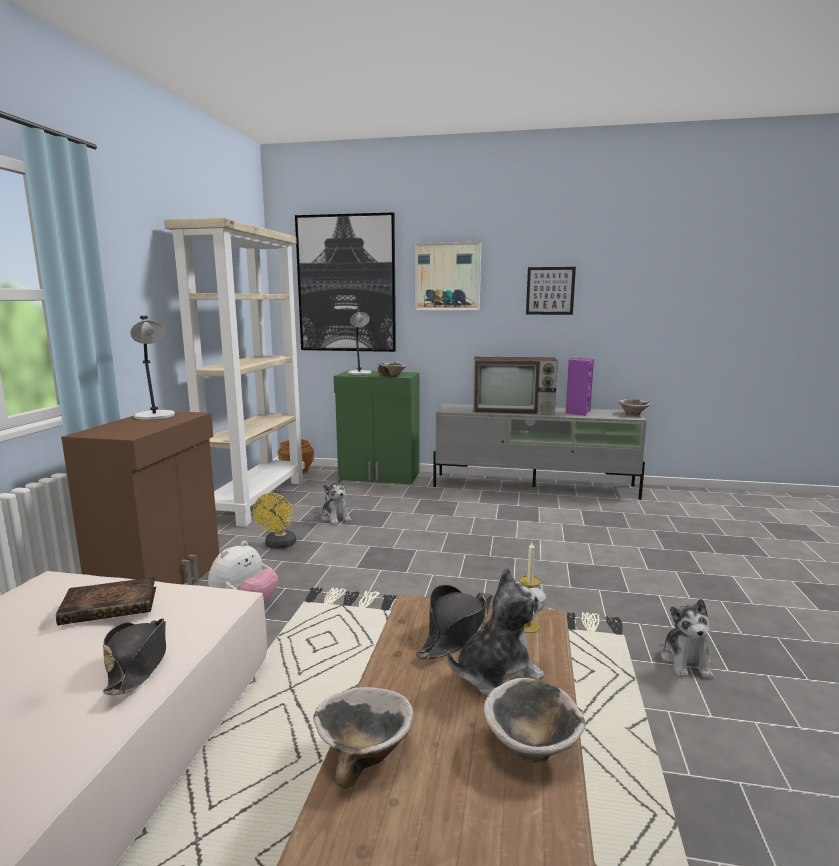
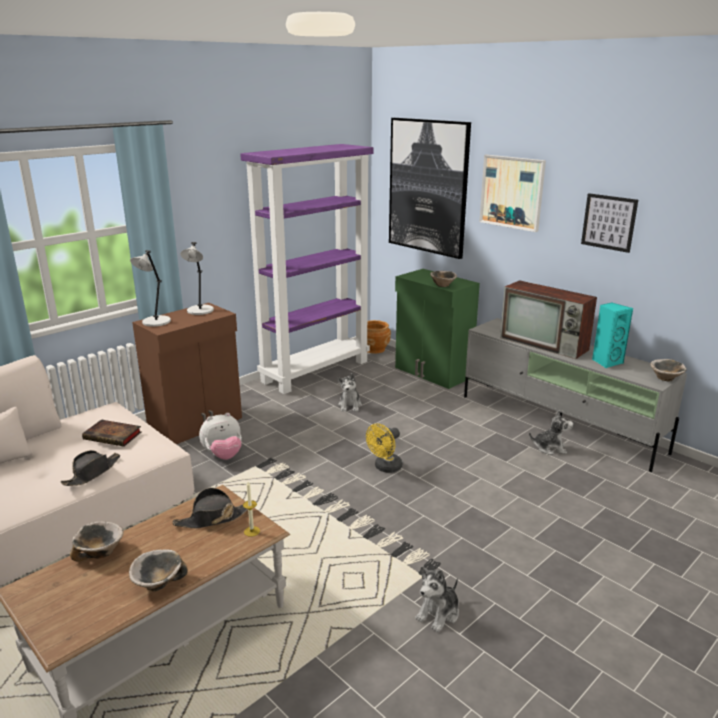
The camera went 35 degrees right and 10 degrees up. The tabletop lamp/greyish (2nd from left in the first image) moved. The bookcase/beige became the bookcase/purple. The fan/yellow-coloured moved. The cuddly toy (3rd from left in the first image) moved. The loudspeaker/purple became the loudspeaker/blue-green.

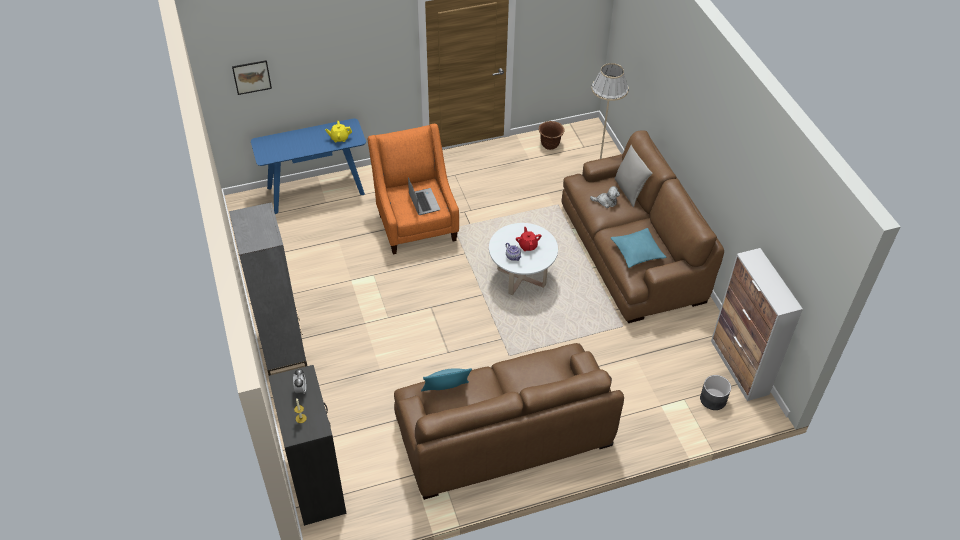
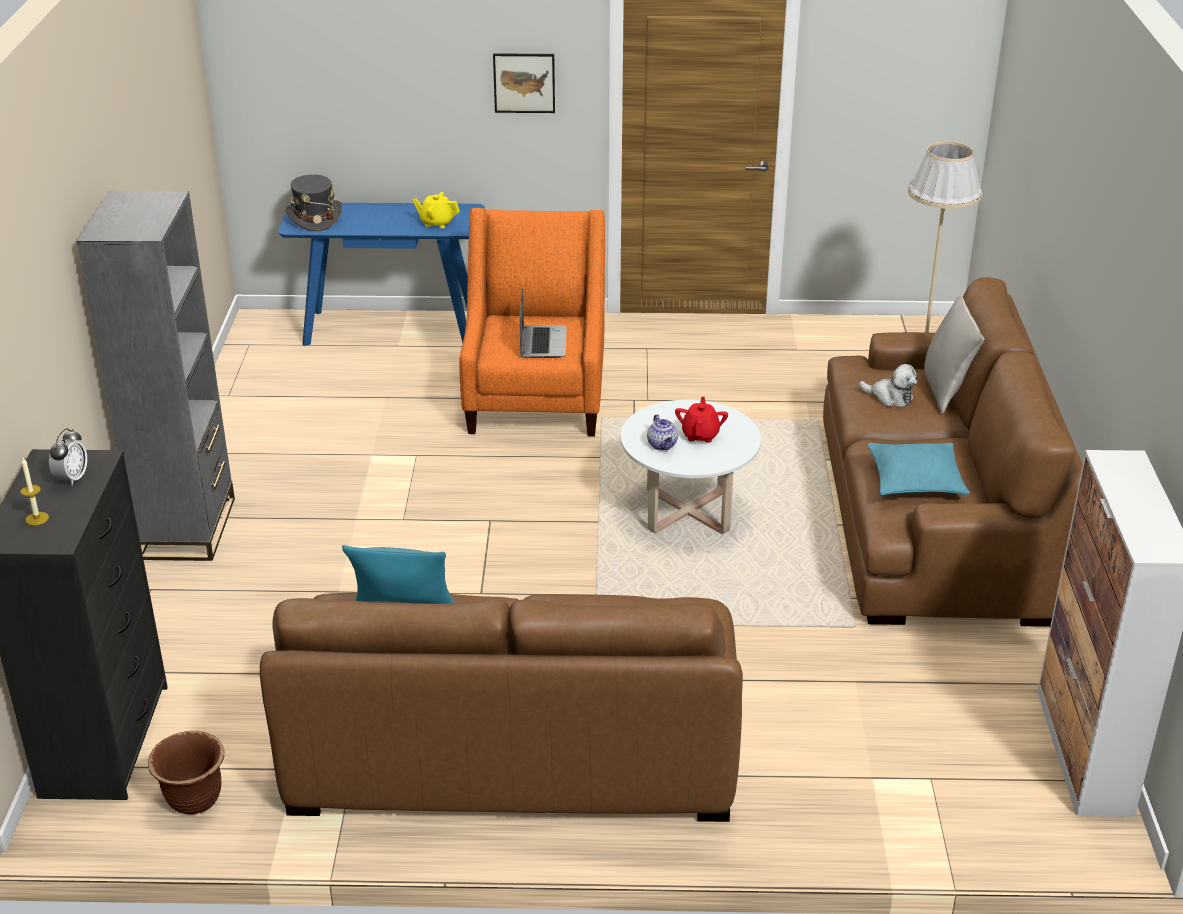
The camera went 20 degrees right and 15 degrees down. The planter/brown moved. The clothing hat/greyish appeared. The wall art moved. The planter/greyish disappeared.

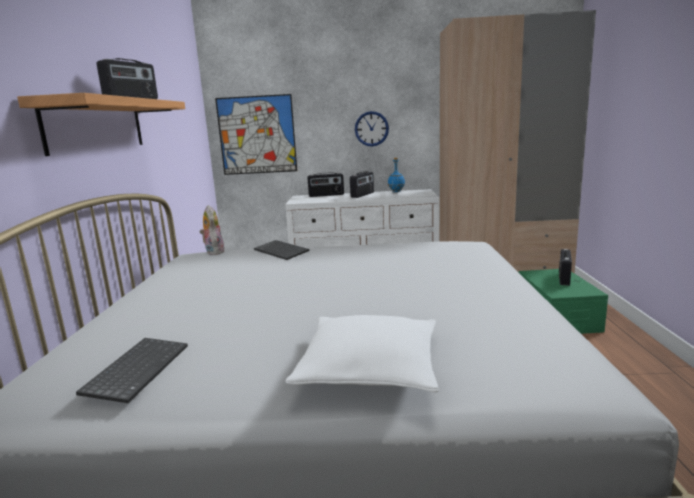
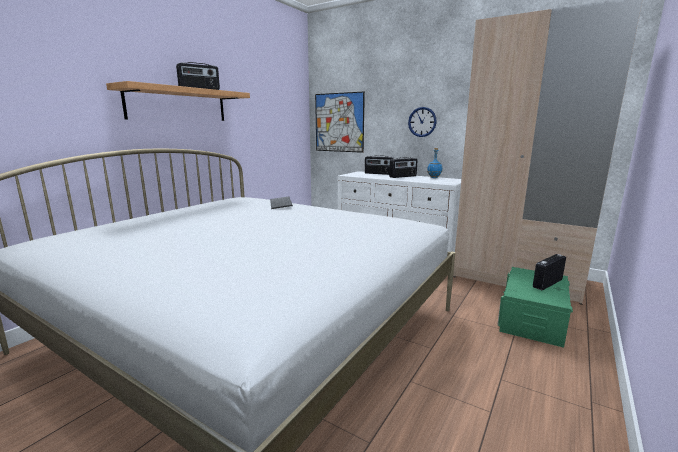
The camera went 30 degrees right and 0 degrees up. The keyboard (1st from left) disappeared. The cuddly toy disappeared. The throw pillow/whitish disappeared.

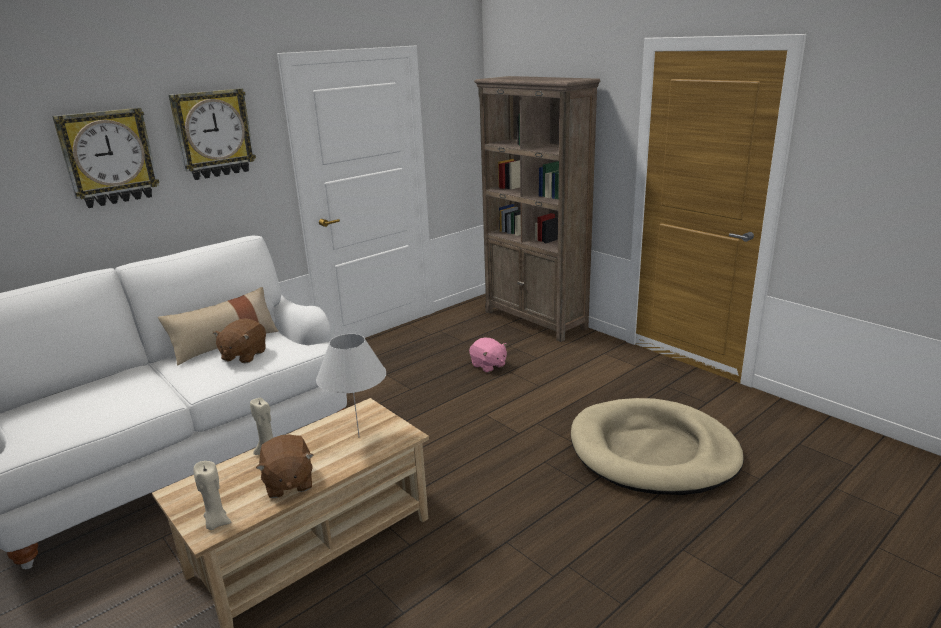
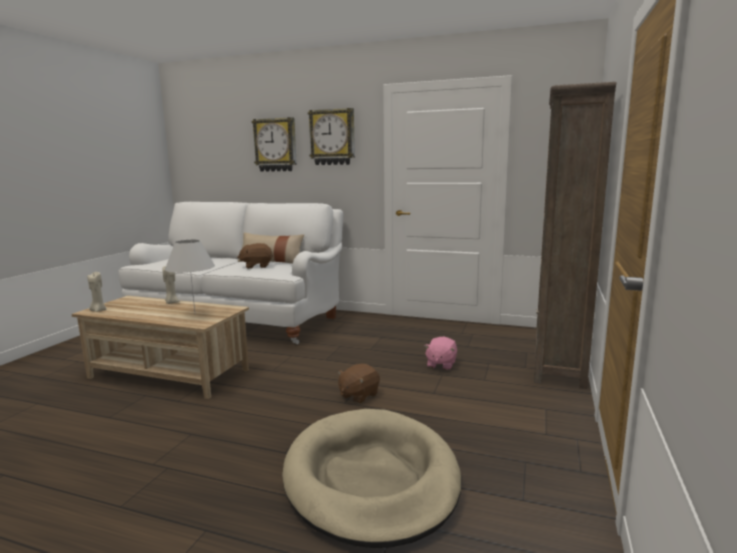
The camera went 60 degrees right and 10 degrees down. The cuddly toy/brown (2nd from left) moved.

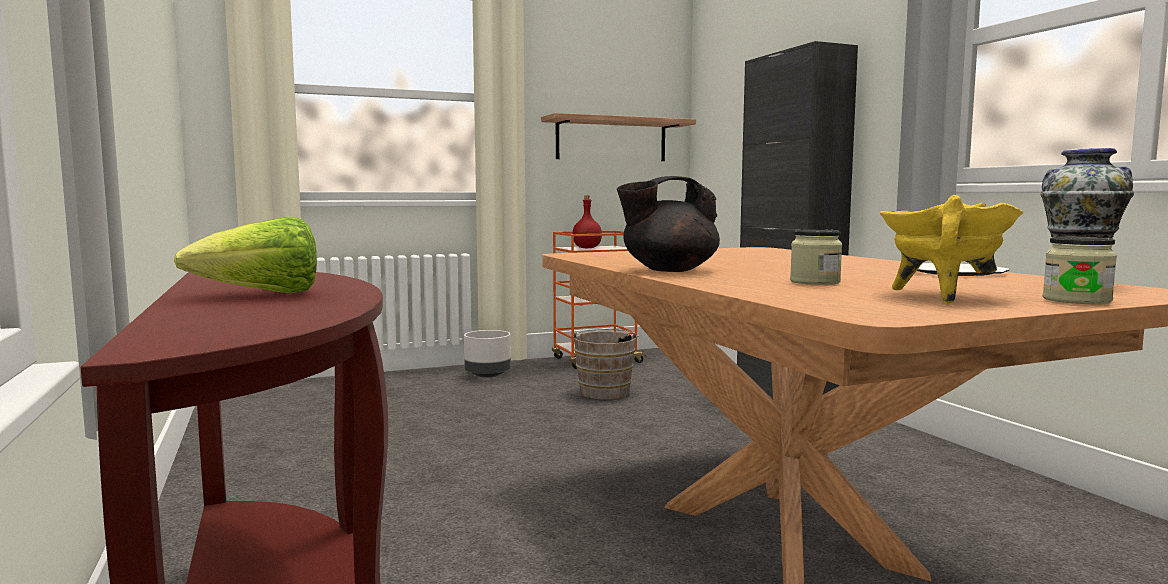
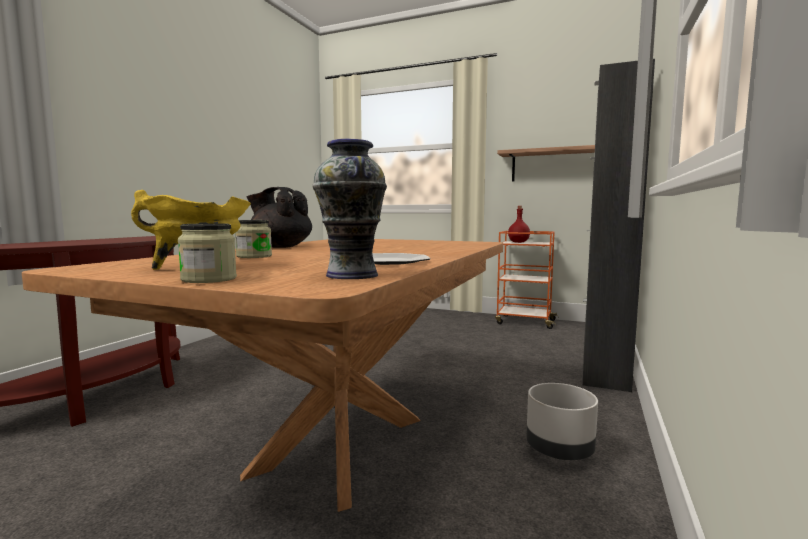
The camera went 45 degrees right and 0 degrees up. The planter/greyish moved. The lettuce disappeared. The pail/brown disappeared.

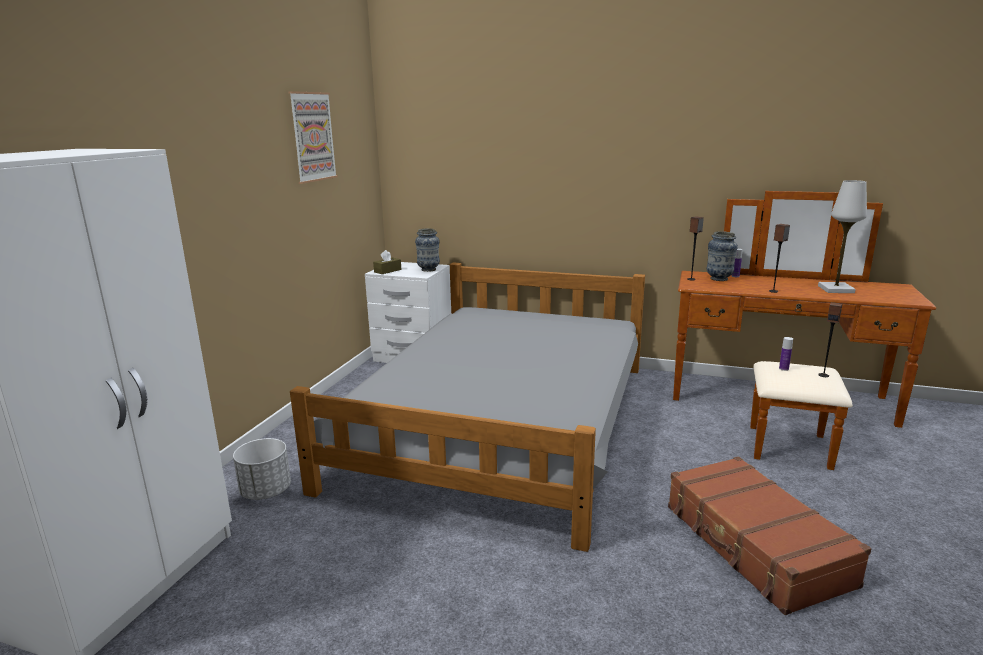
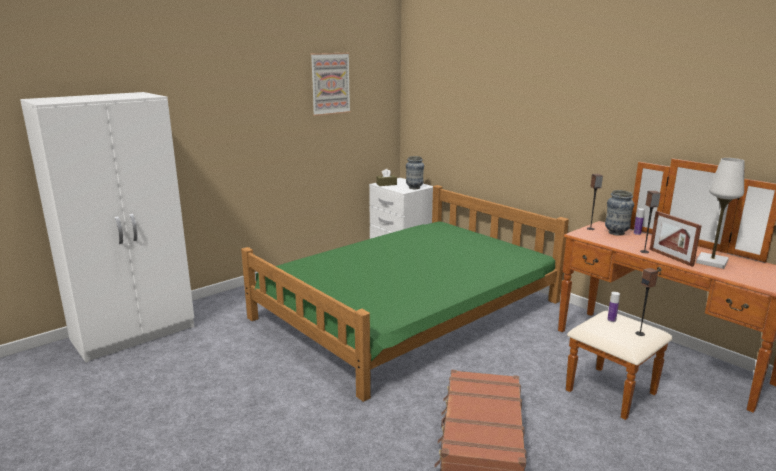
The camera went 30 degrees right and 0 degrees up. The bedroom bed/greyish became the bedroom bed/green. The picture frame appeared. The planter/whitish disappeared.

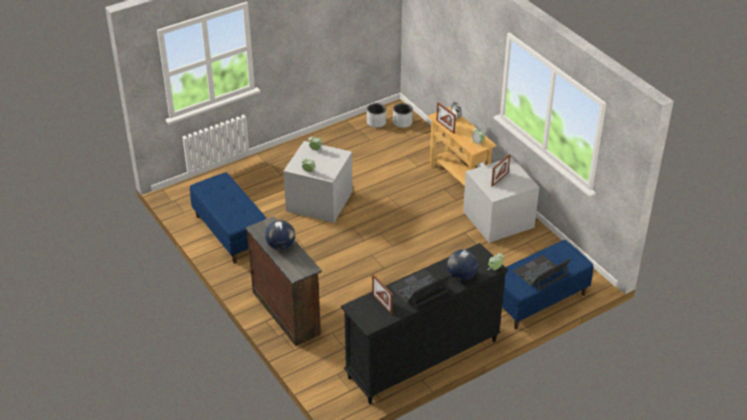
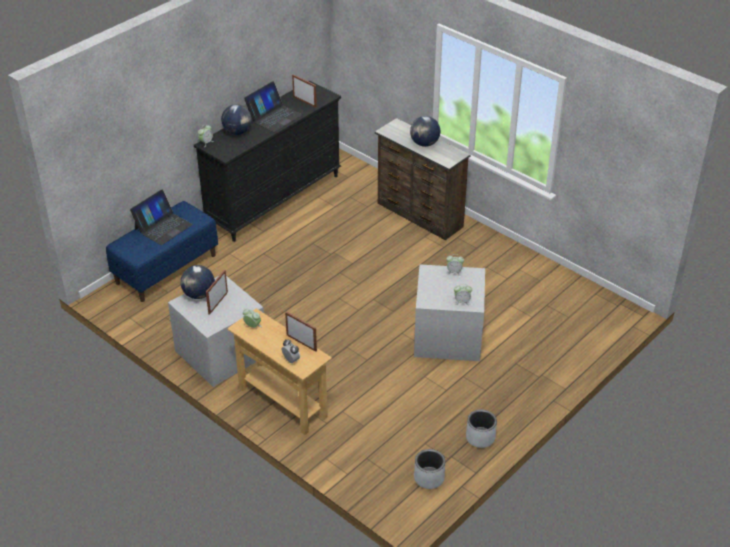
The camera went 165 degrees right and 0 degrees up. The world globe (1st from left) appeared. The planter/greyish (2nd from left) moved. The indoor bench/bluish (1st from left) disappeared.

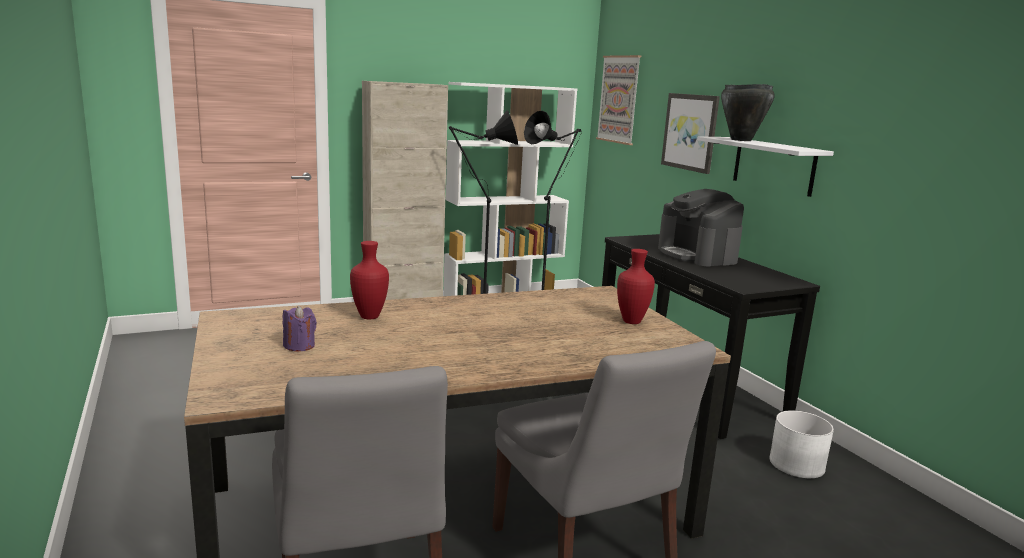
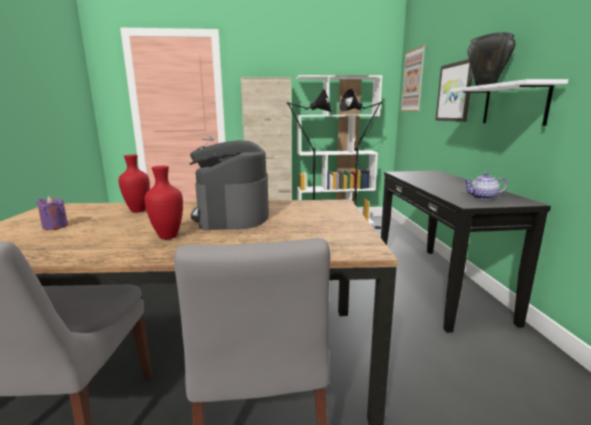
The camera went 20 degrees right and 0 degrees up. The decorative vase/reddish (2nd from left) moved. The coffee maker moved. The tea pot appeared. The planter/whitish disappeared.

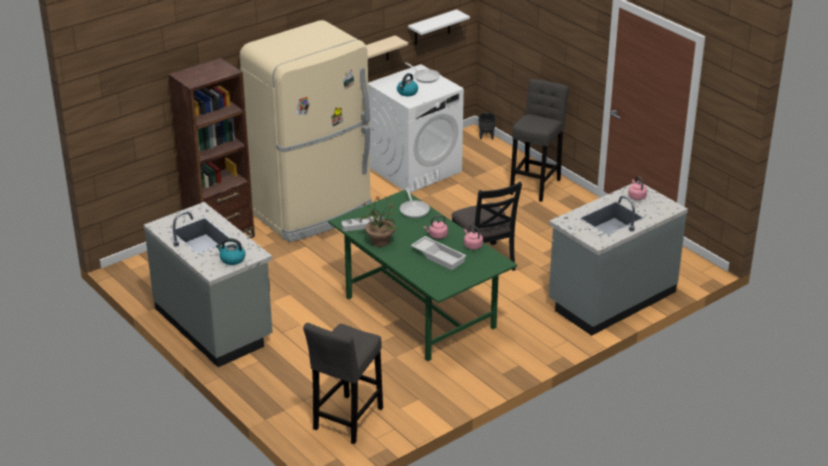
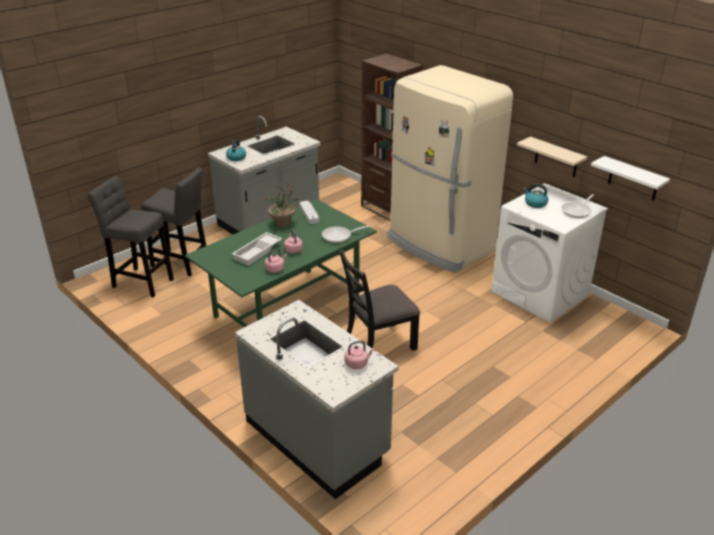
The camera went 85 degrees right and 0 degrees up. The stool seat/greyish (2nd from left) moved. The planter/black-coloured disappeared.

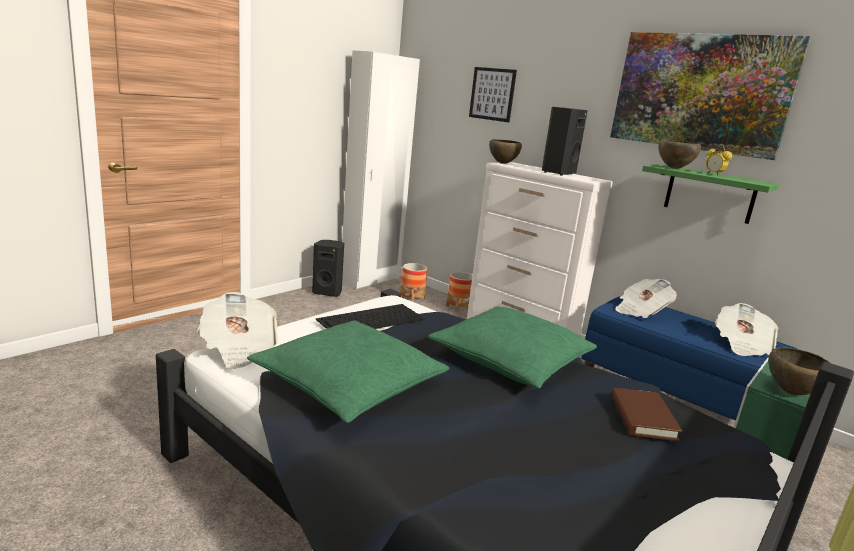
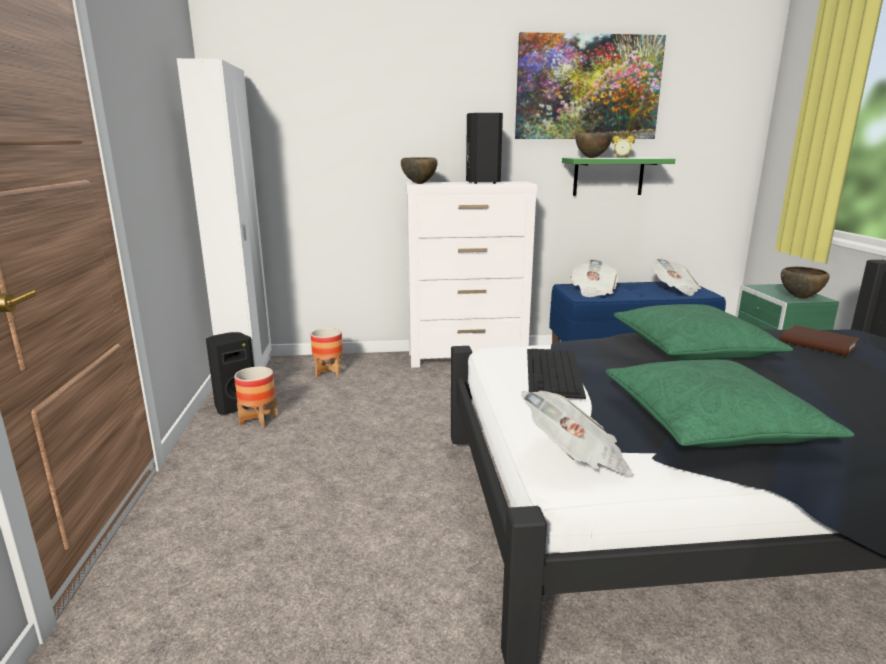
The camera went 45 degrees left and 0 degrees up. The planter (2nd from left in the first image) moved. The wall art (1st from left) disappeared.

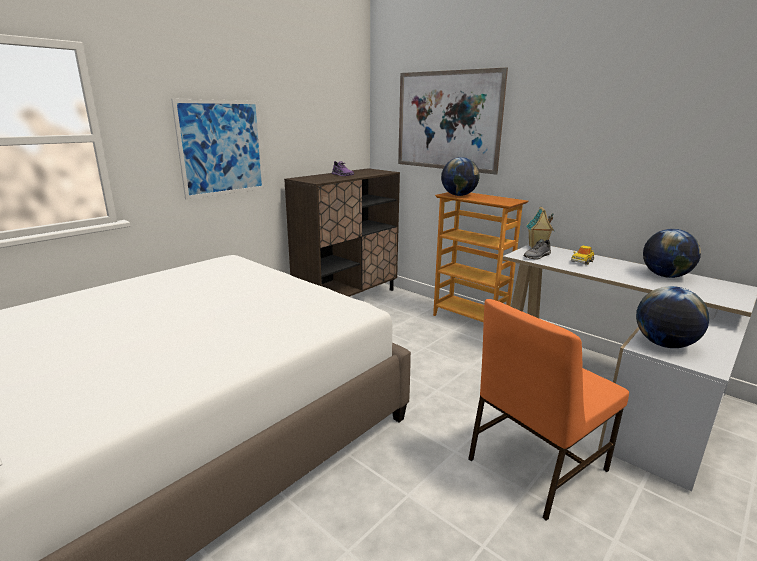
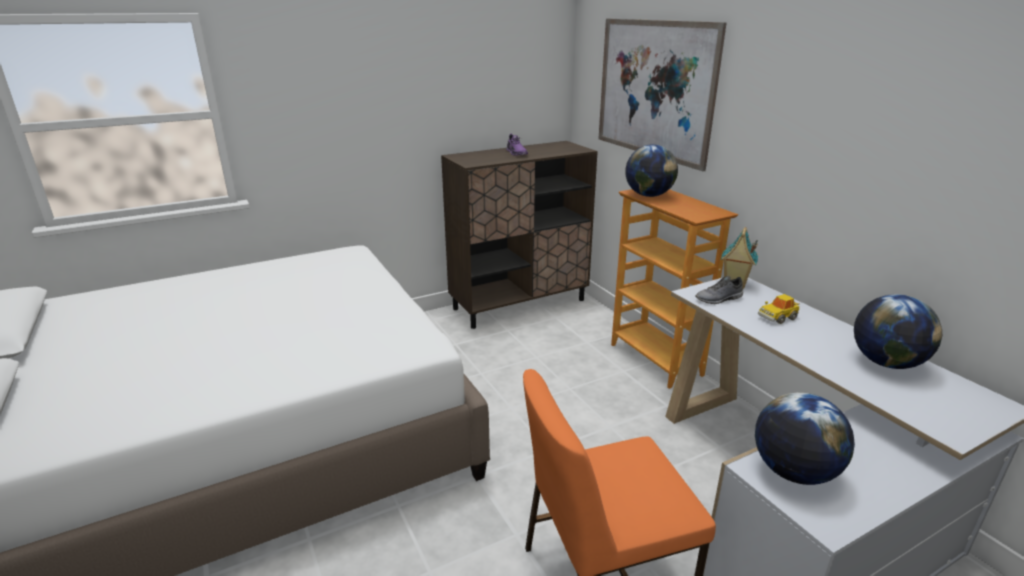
The camera went 20 degrees right and 5 degrees up. The wall art (1st from left) disappeared.

